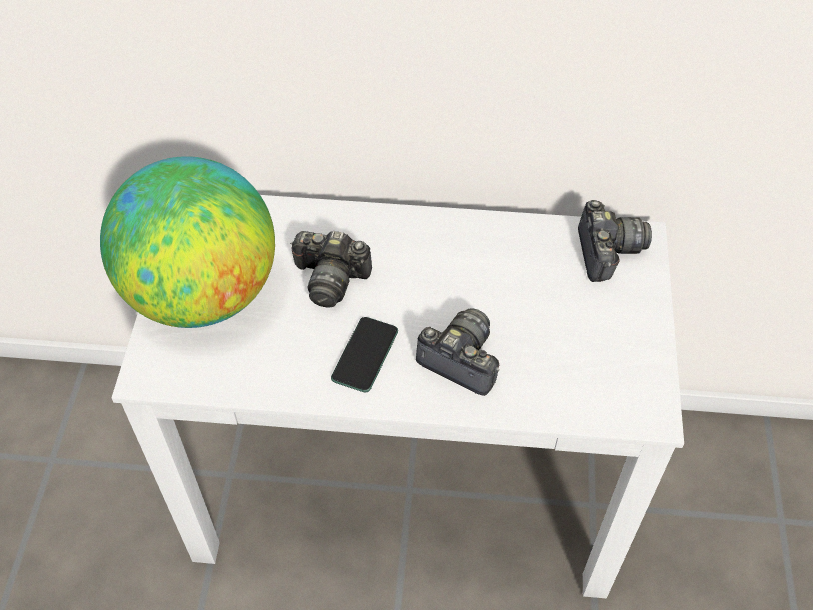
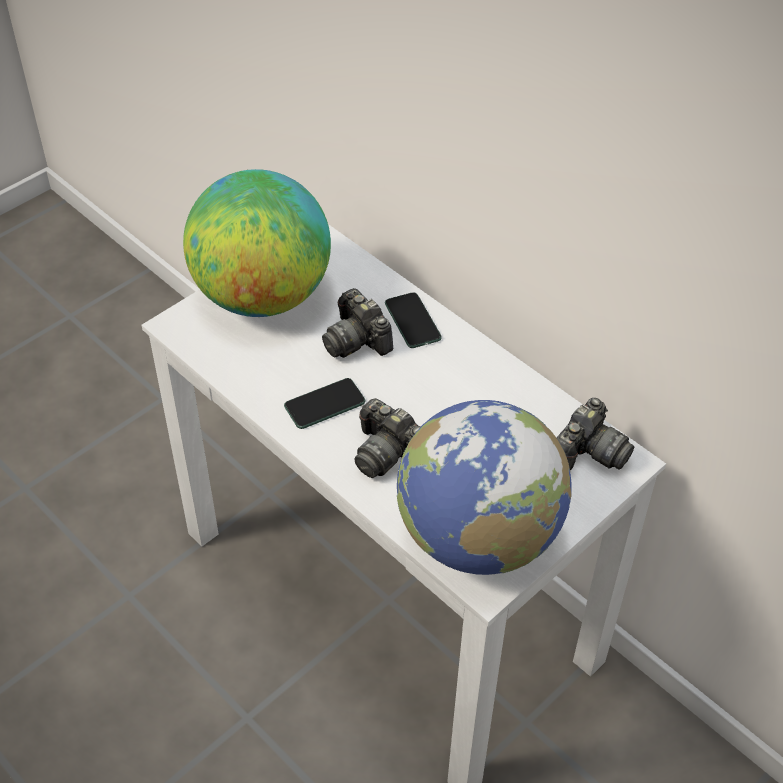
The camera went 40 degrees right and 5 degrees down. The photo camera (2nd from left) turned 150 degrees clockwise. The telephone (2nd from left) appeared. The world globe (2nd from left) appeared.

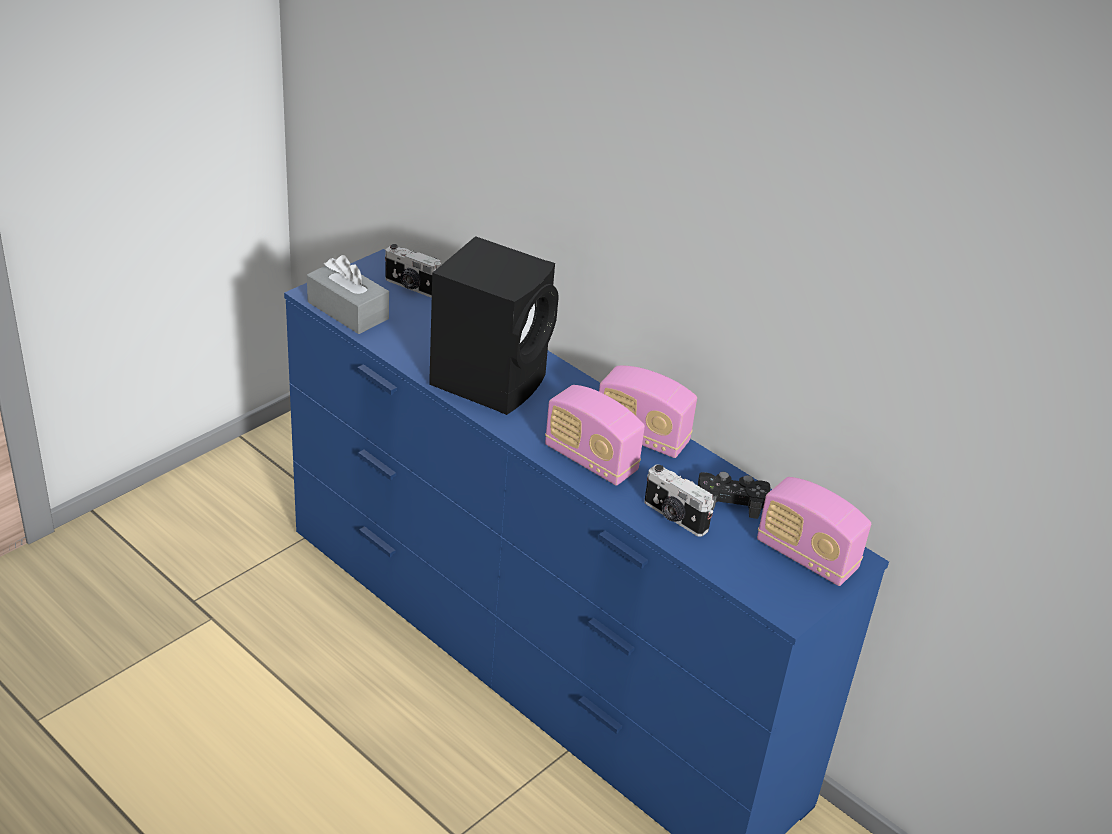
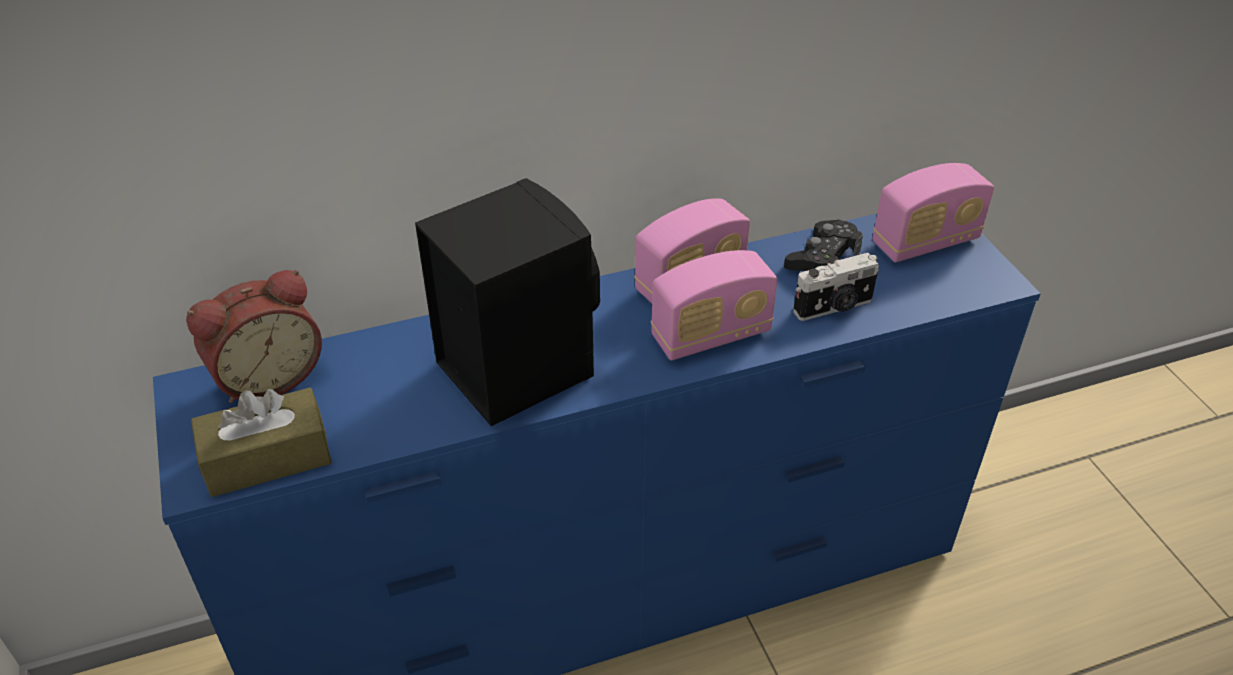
The camera went 60 degrees left and 5 degrees up. The photo camera (1st from left) was replaced by the bedside clock. The tissue box/greyish became the tissue box/brown.

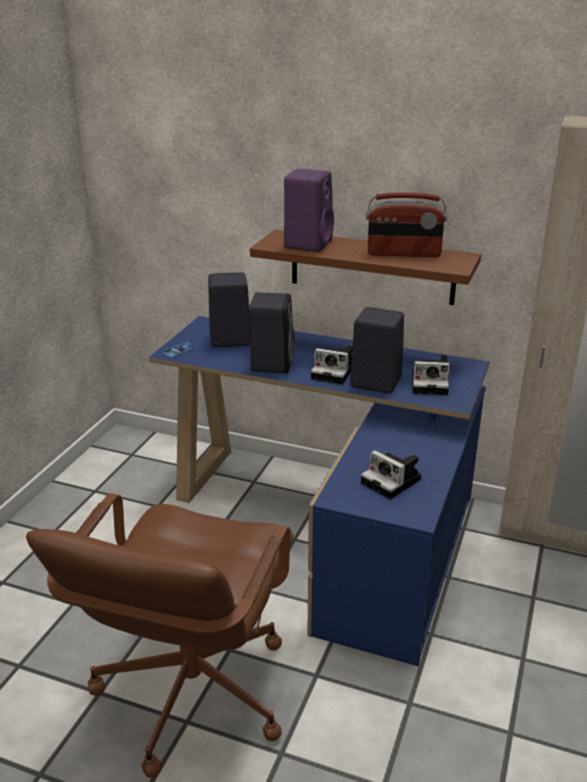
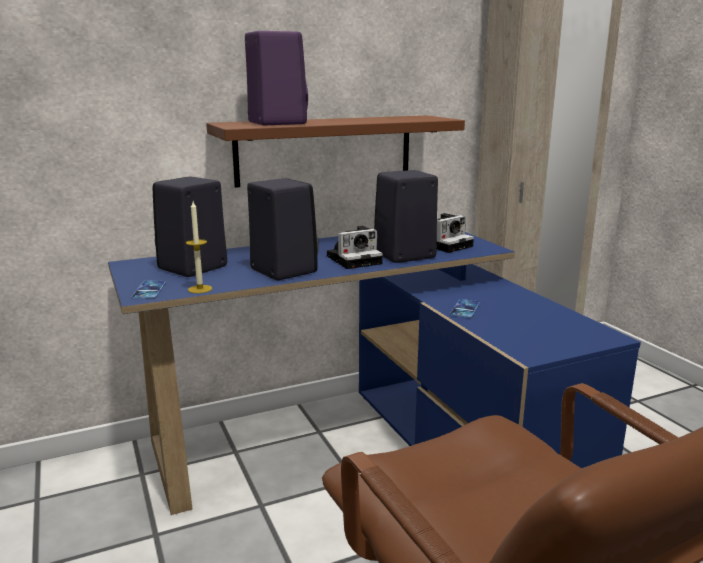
The camera went 45 degrees left and 10 degrees down. The wax light appeared. The telephone (2nd from left) appeared. The photo camera (2nd from left) disappeared. The radio receiver disappeared.

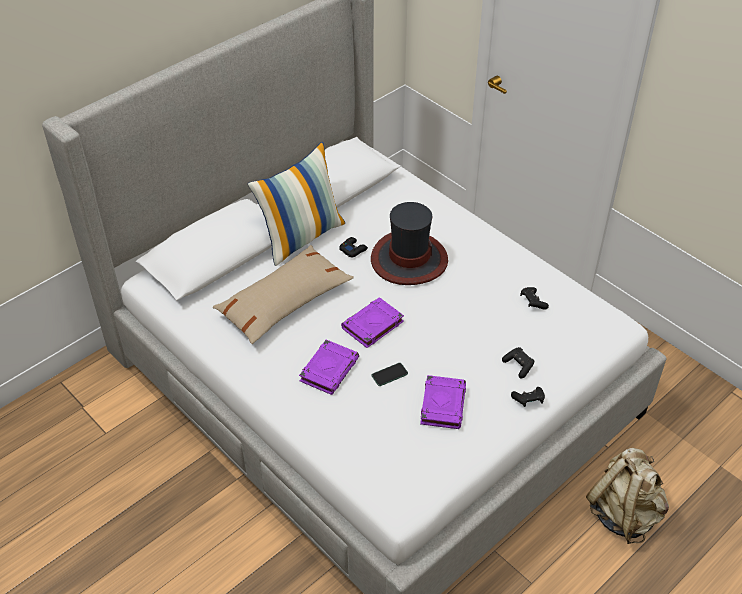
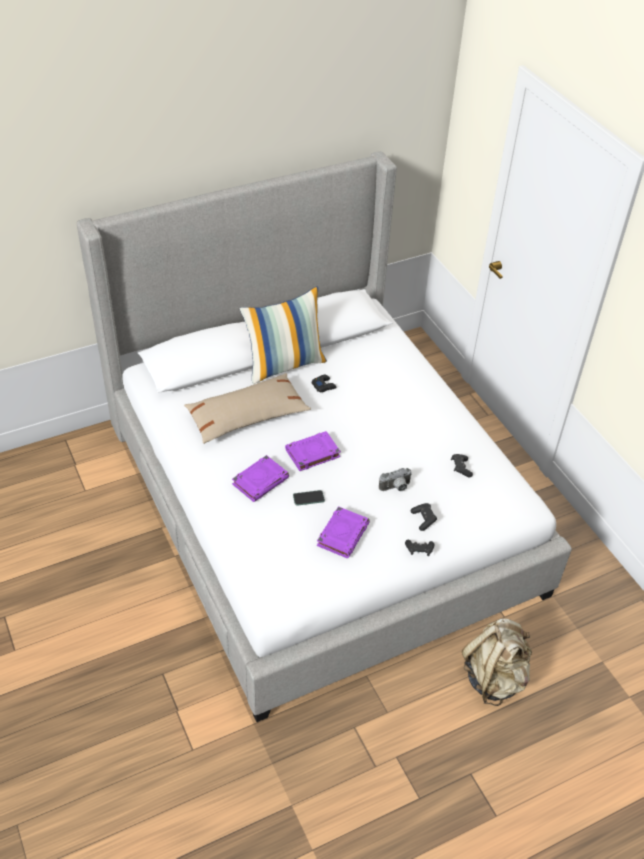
The camera went 15 degrees right and 0 degrees up. The photo camera appeared. The clothing hat disappeared.

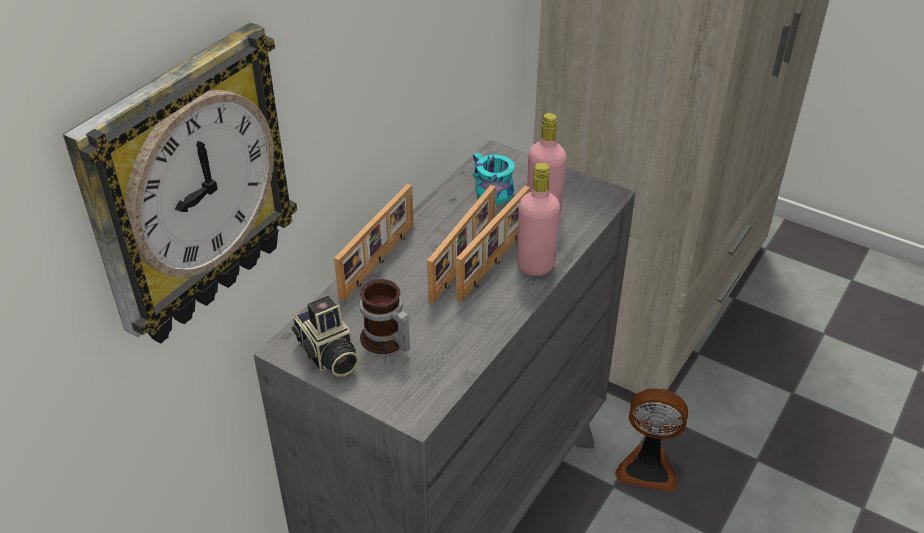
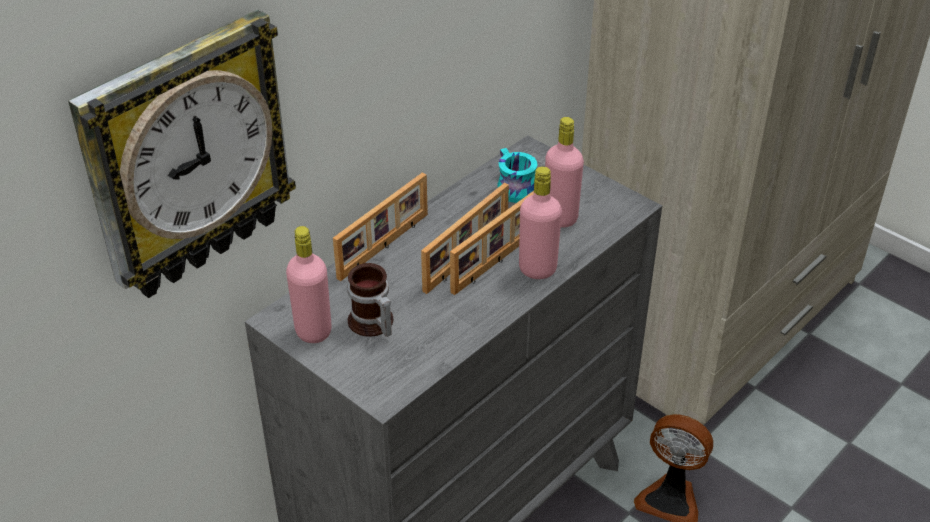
The camera went 10 degrees right and 0 degrees up. The photo camera was replaced by the drink bottle/pinkish (1st from left).

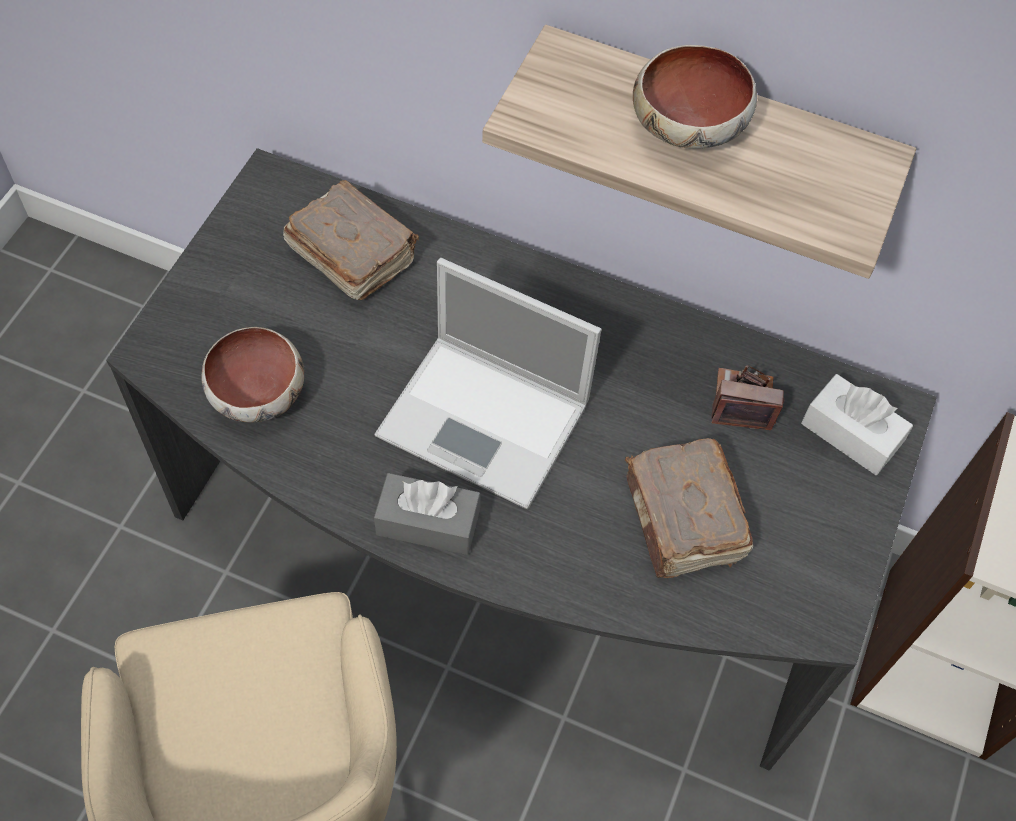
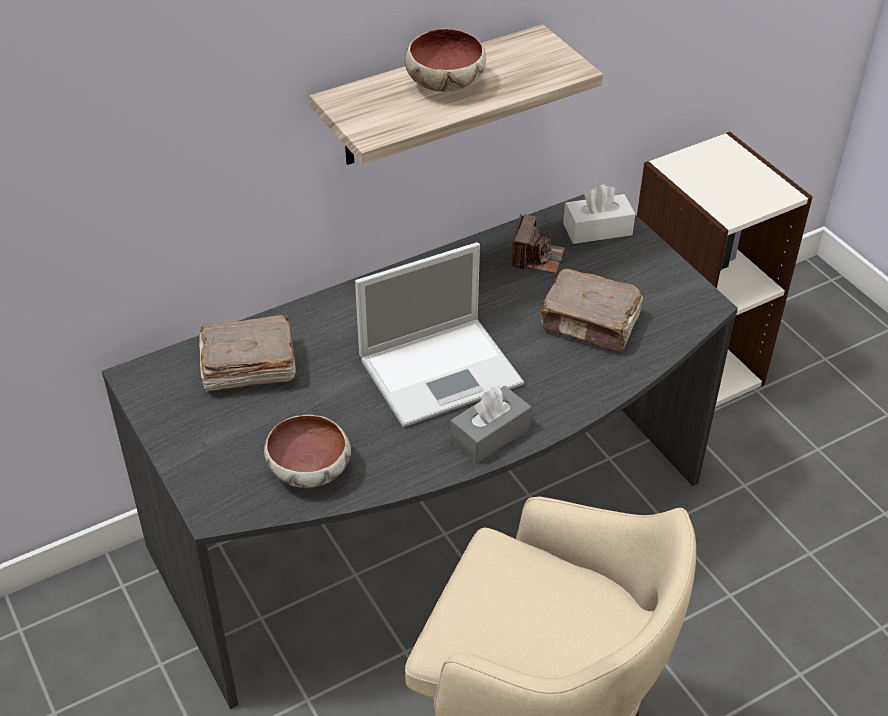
The camera went 50 degrees left and 15 degrees down. The photo camera turned 150 degrees clockwise.

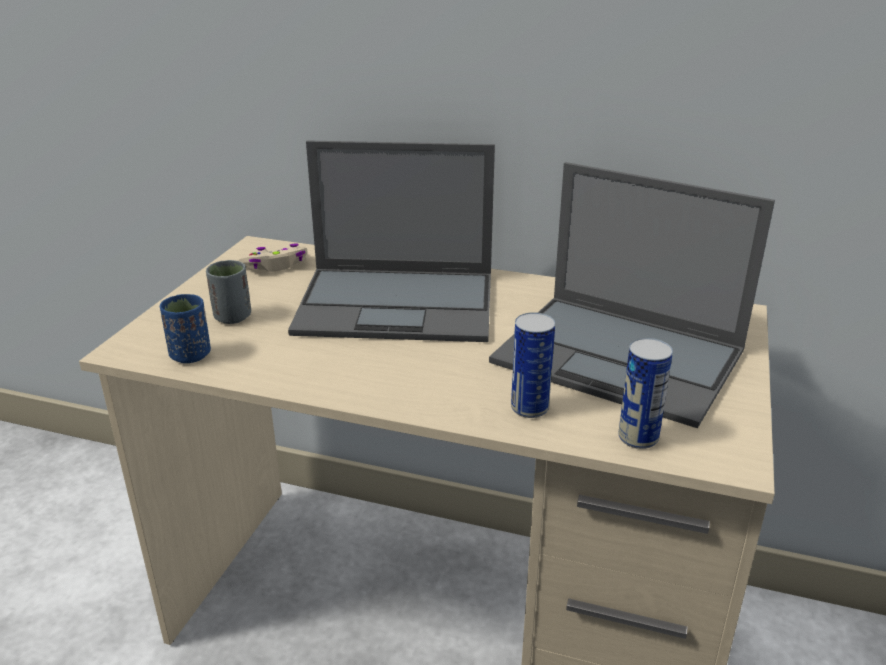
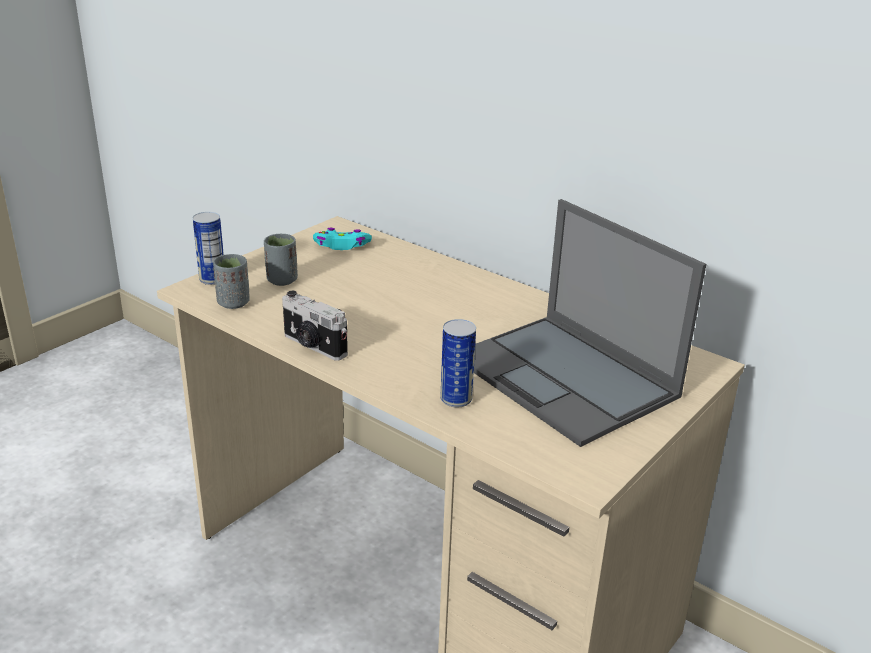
The camera went 20 degrees right and 0 degrees up. The can (2nd from left in the first image) moved. The drinking cup/bluish became the drinking cup/greyish (1st from left). The photo camera appeared. The game controller/beige became the game controller/blue-green. The portable computer (1st from left) disappeared.

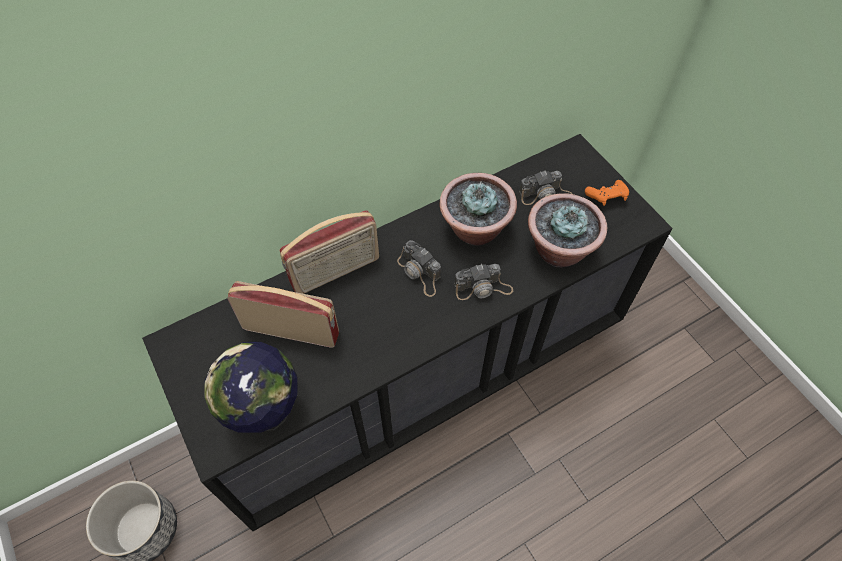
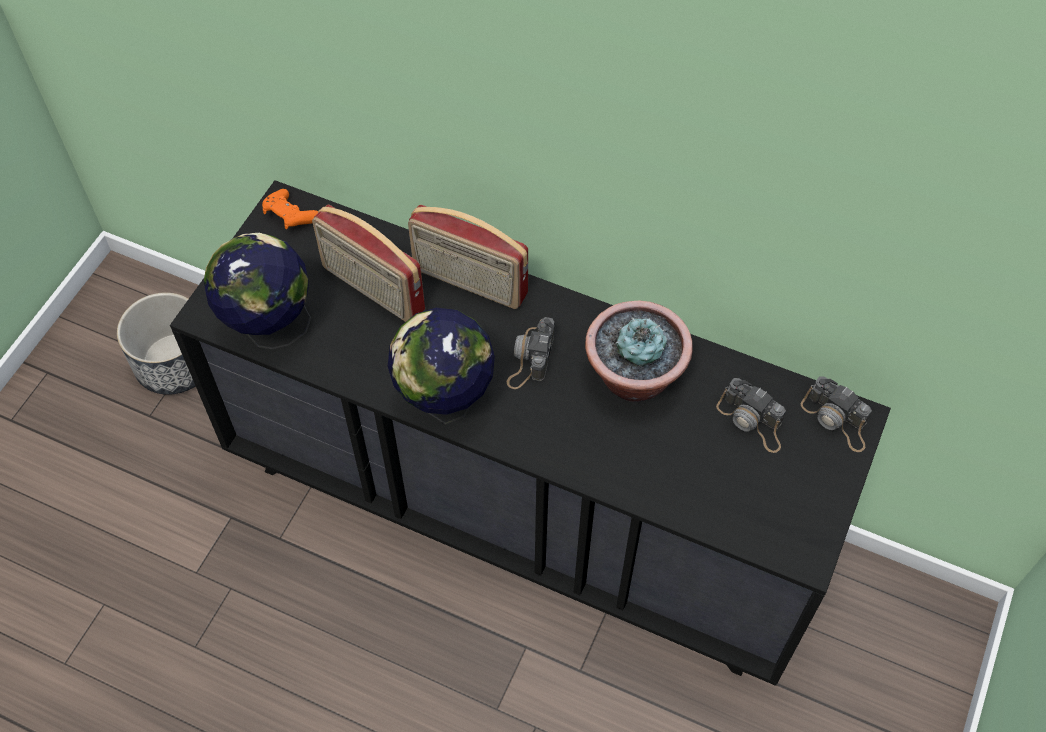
The camera went 55 degrees right and 0 degrees up. The game controller/orange moved. The radio receiver (1st from left) turned 150 degrees clockwise. The world globe (2nd from left) appeared. The photo camera (2nd from left in the first image) moved. The houseplant (2nd from left) disappeared.

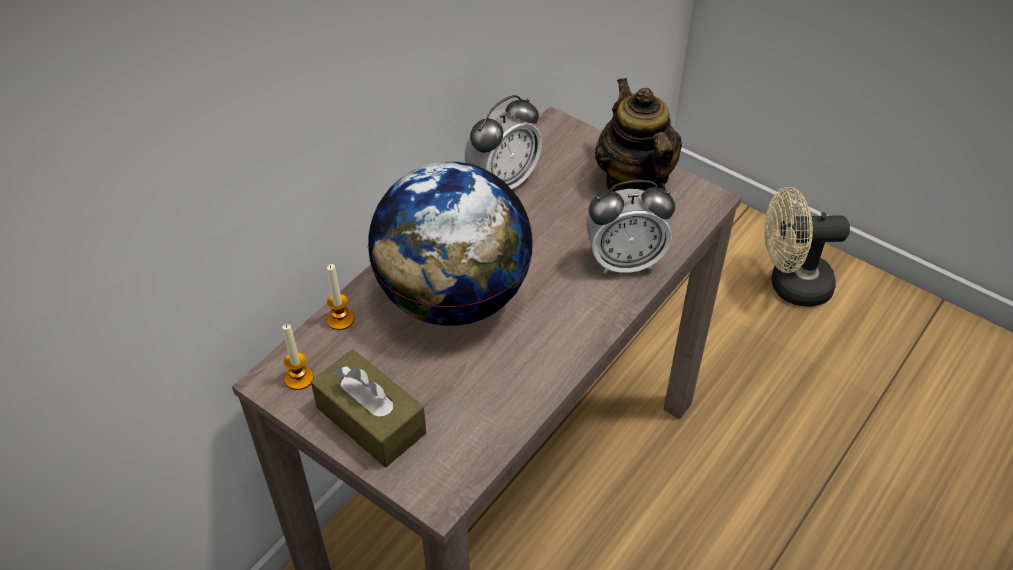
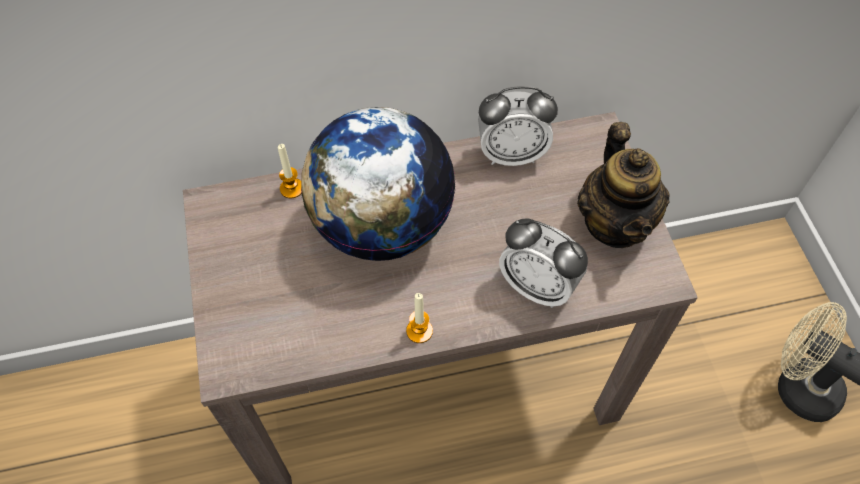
The camera went 40 degrees right and 10 degrees up. The wax light (1st from left in the first image) moved. The tea pot turned 150 degrees clockwise. The tissue box/brown disappeared.

